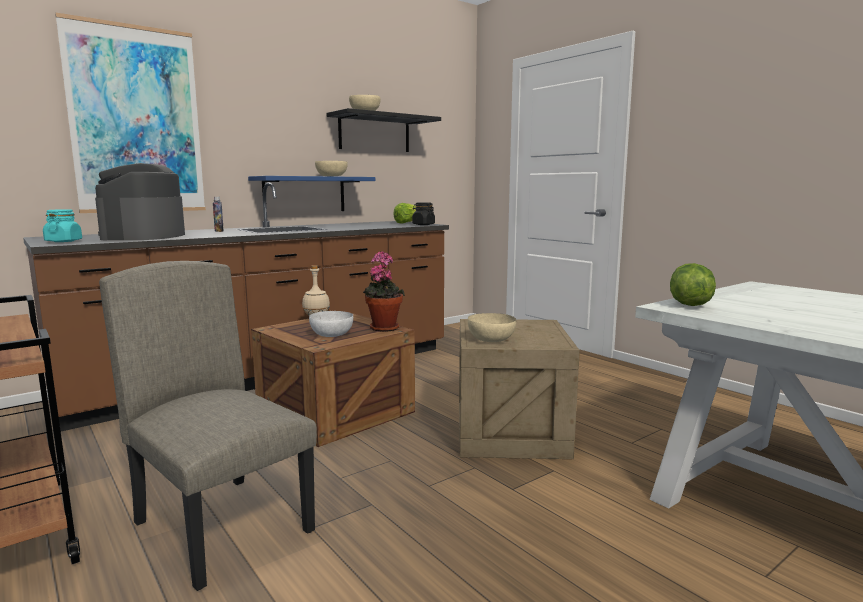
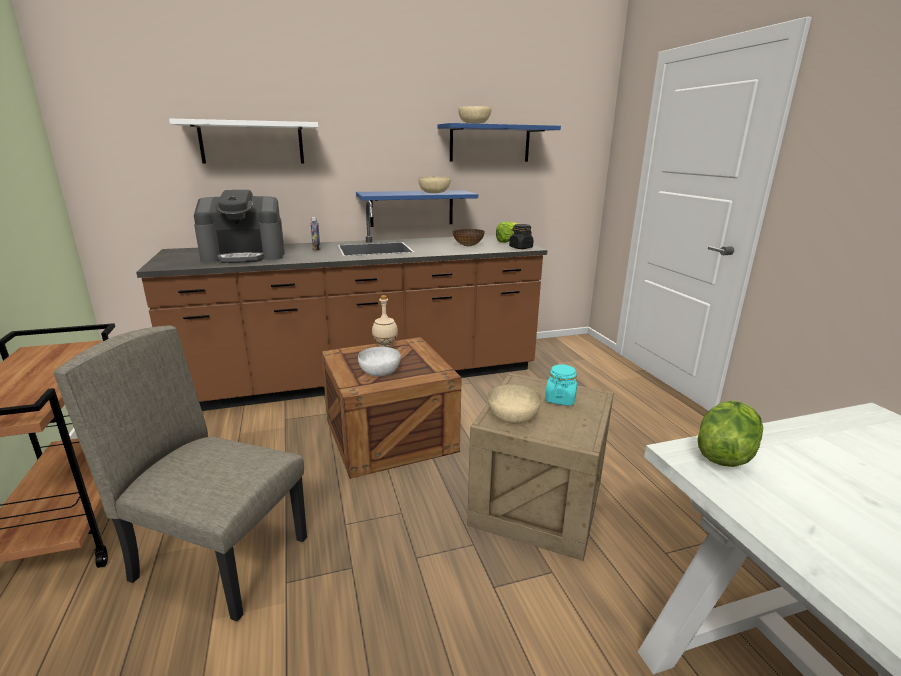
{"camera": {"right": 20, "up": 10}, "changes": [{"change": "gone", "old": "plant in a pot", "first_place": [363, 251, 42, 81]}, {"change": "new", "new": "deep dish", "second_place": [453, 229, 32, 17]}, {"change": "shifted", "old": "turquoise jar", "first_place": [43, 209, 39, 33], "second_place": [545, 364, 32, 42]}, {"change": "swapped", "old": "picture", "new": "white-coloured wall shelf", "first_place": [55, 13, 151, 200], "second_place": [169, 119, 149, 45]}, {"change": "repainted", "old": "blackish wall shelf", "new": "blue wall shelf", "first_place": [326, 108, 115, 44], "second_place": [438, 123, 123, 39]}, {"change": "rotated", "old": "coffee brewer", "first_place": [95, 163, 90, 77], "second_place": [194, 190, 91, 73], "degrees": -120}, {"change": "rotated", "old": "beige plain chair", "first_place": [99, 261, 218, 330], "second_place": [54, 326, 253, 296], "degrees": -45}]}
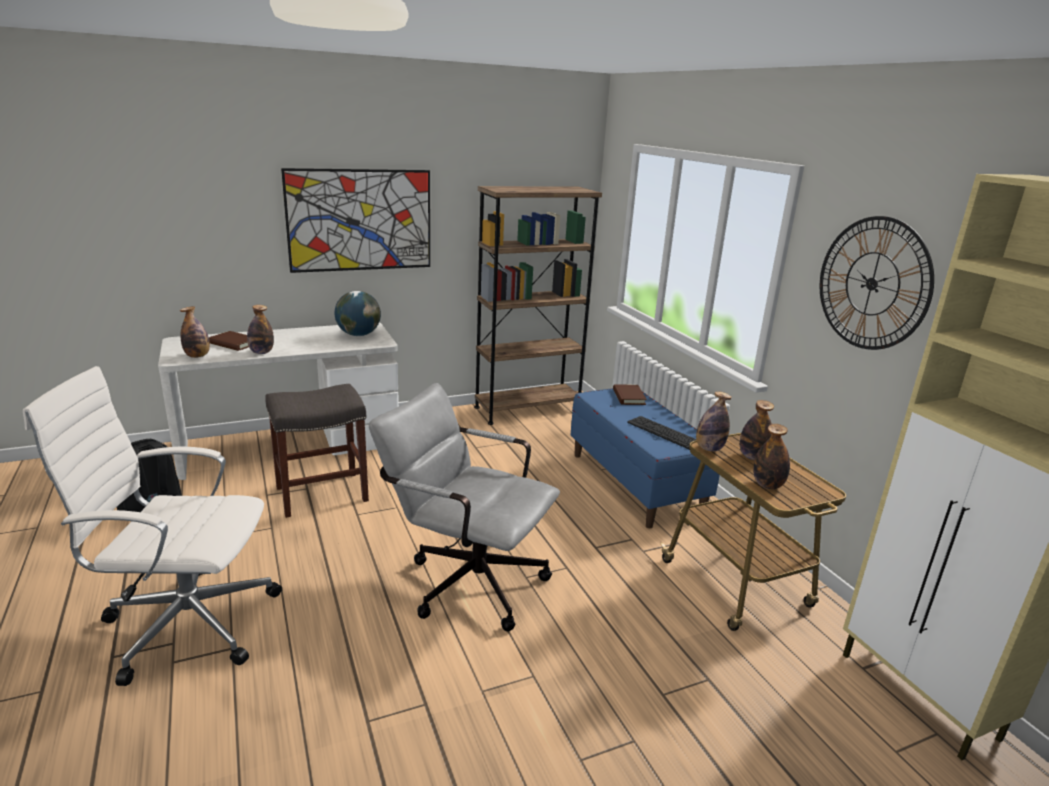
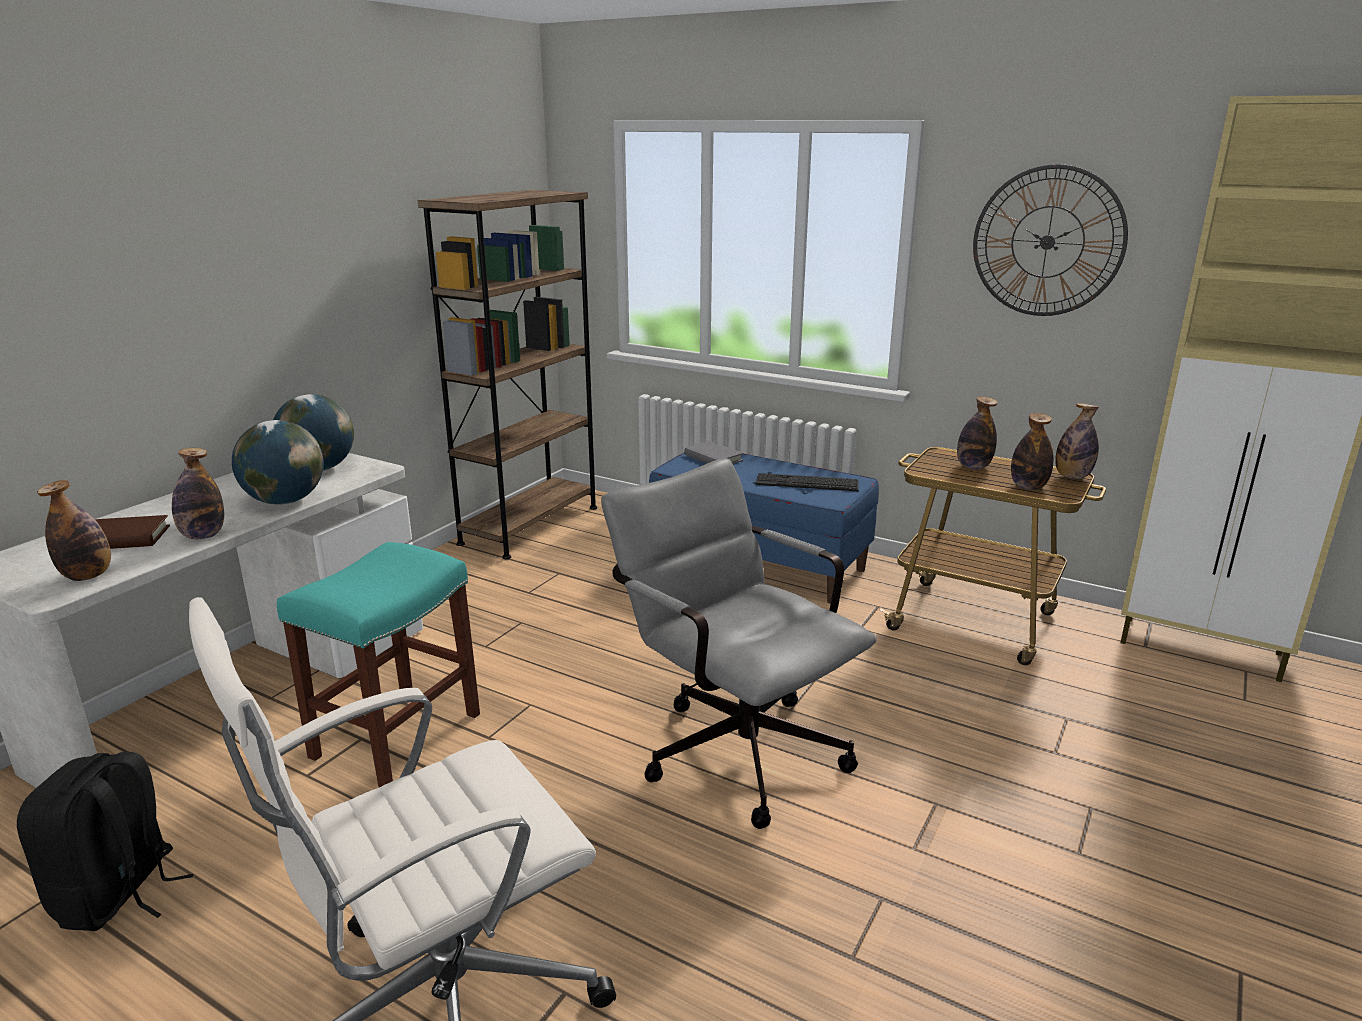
{"camera": {"right": -35, "up": 0}, "changes": [{"change": "gone", "old": "picture", "first_place": [281, 168, 149, 105]}, {"change": "new", "new": "desk globe", "second_place": [232, 420, 92, 85]}, {"change": "shifted", "old": "drink bottle", "first_place": [696, 391, 36, 60], "second_place": [1055, 403, 44, 76]}, {"change": "repainted", "old": "greyish sitting stool", "new": "turquoise sitting stool", "first_place": [265, 384, 104, 134], "second_place": [277, 542, 203, 245]}, {"change": "repainted", "old": "brownish bound book", "new": "greyish bound book", "first_place": [613, 384, 34, 21], "second_place": [684, 441, 59, 23]}, {"change": "rotated", "old": "greyish desk chair", "first_place": [369, 383, 191, 248], "second_place": [601, 458, 276, 371], "degrees": 60}]}
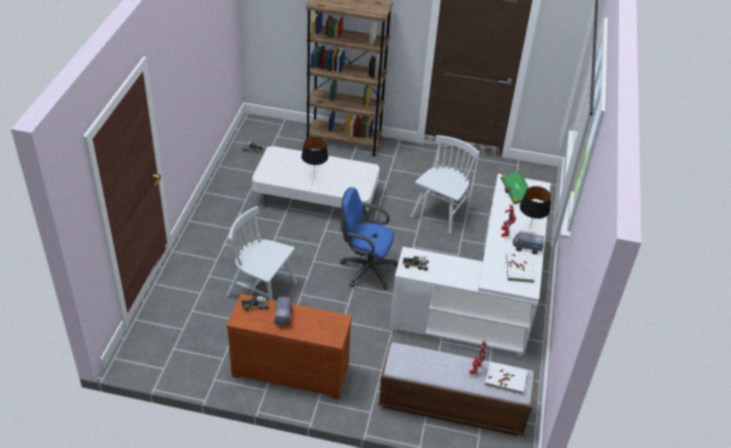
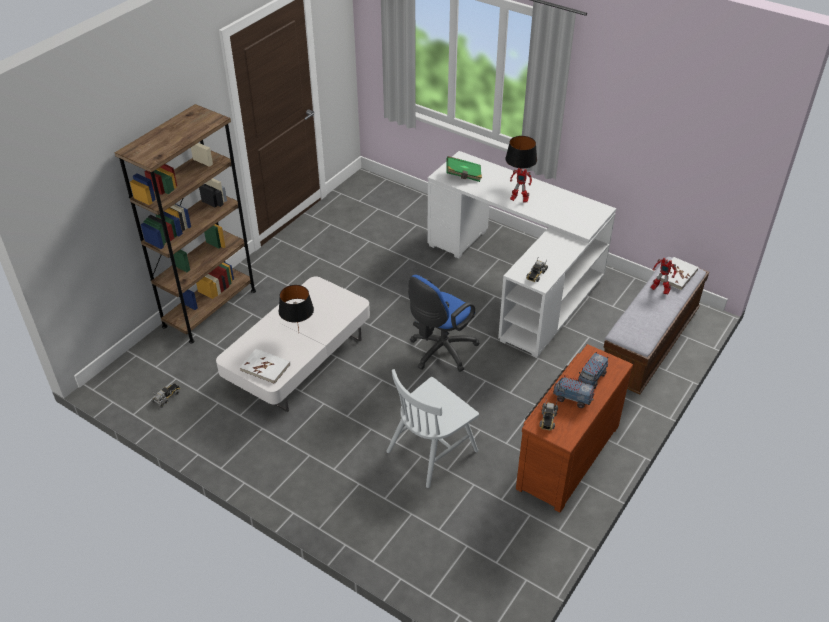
{"camera": {"right": -65, "up": 0}, "changes": [{"change": "gone", "old": "white-coloured plain chair", "first_place": [411, 135, 69, 99]}, {"change": "shifted", "old": "white-coloured bound book", "first_place": [506, 252, 29, 31], "second_place": [240, 349, 51, 35]}, {"change": "shifted", "old": "toy truck", "first_place": [513, 230, 31, 24], "second_place": [578, 352, 30, 37]}]}
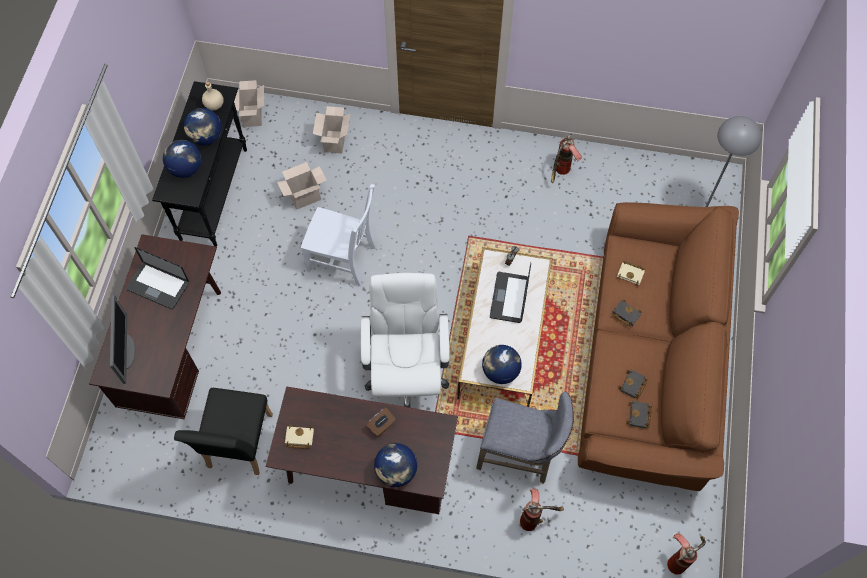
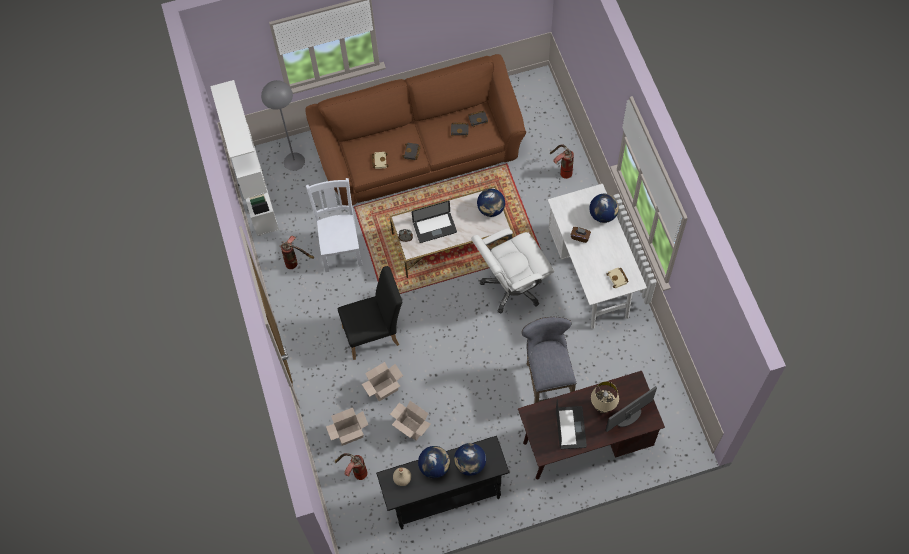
{"camera": {"right": -115, "up": 0}, "changes": [{"change": "new", "new": "white-coloured bookcase", "second_place": [210, 80, 69, 156]}, {"change": "new", "new": "beige lamp for a table", "second_place": [591, 381, 28, 32]}, {"change": "shifted", "old": "blackish plain chair", "first_place": [174, 388, 99, 87], "second_place": [338, 266, 64, 94]}, {"change": "shifted", "old": "cardboard box", "first_place": [234, 80, 30, 47], "second_place": [362, 362, 41, 39]}, {"change": "shifted", "old": "white-coloured plain chair", "first_place": [301, 184, 75, 103], "second_place": [306, 178, 57, 94]}, {"change": "shifted", "old": "greyish sitting stool", "first_place": [476, 391, 98, 93], "second_place": [522, 317, 54, 86]}, {"change": "shifted", "old": "fire extinguisher", "first_place": [667, 533, 39, 42], "second_place": [335, 453, 32, 27]}, {"change": "repainted", "old": "brownish desk", "new": "white-coloured desk", "first_place": [266, 386, 192, 128], "second_place": [548, 184, 99, 145]}]}
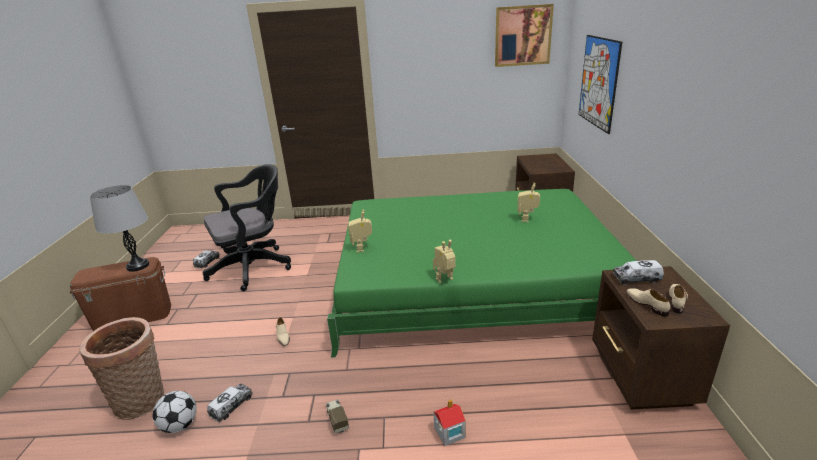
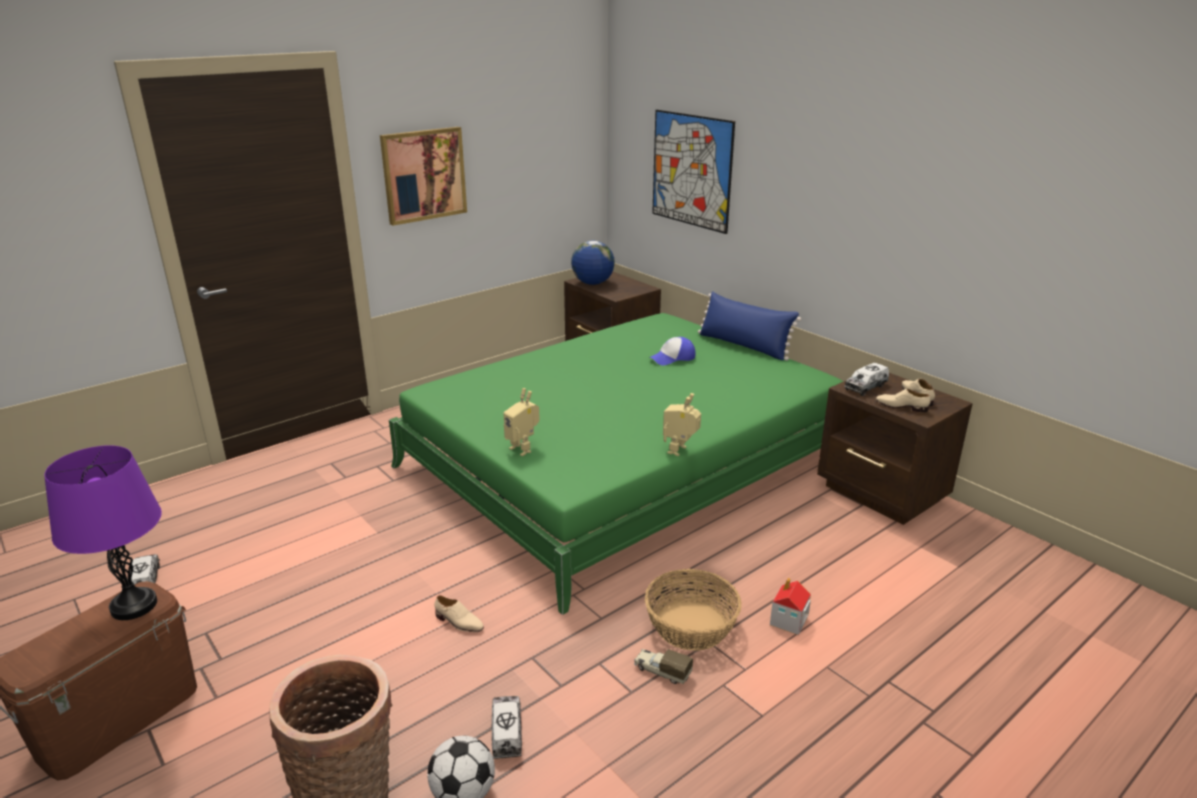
{"camera": {"right": -40, "up": 0}, "changes": [{"change": "gone", "old": "blackish desk chair", "first_place": [203, 164, 88, 127]}, {"change": "new", "new": "desk globe", "second_place": [571, 241, 44, 44]}, {"change": "new", "new": "basket", "second_place": [645, 569, 97, 82]}, {"change": "new", "new": "blue throw pillow", "second_place": [698, 291, 103, 70]}, {"change": "shifted", "old": "picture", "first_place": [495, 4, 59, 63], "second_place": [380, 127, 87, 99]}, {"change": "swapped", "old": "toy robot", "new": "baseball cap", "first_place": [517, 183, 23, 39], "second_place": [649, 337, 47, 28]}, {"change": "repainted", "old": "greyish lamp for a table", "new": "purple lamp for a table", "first_place": [90, 185, 59, 87], "second_place": [44, 445, 118, 175]}]}
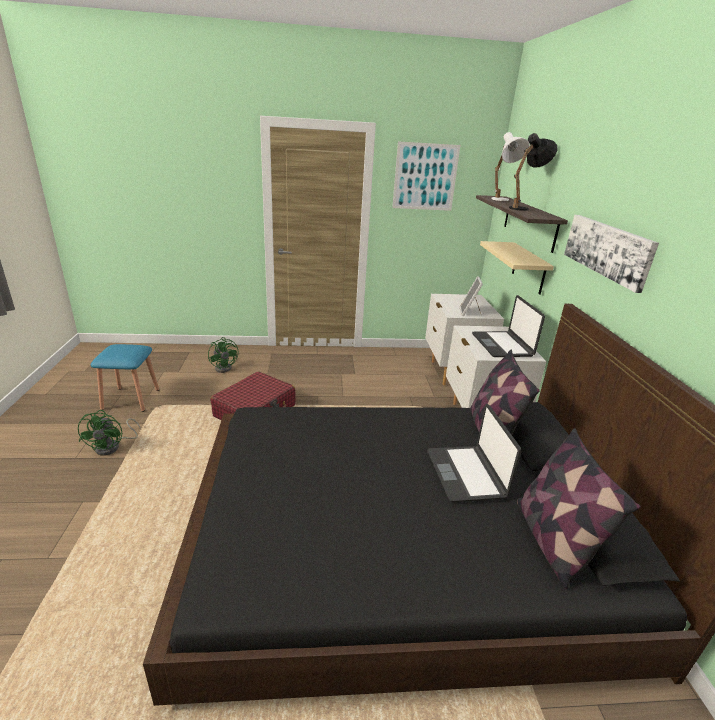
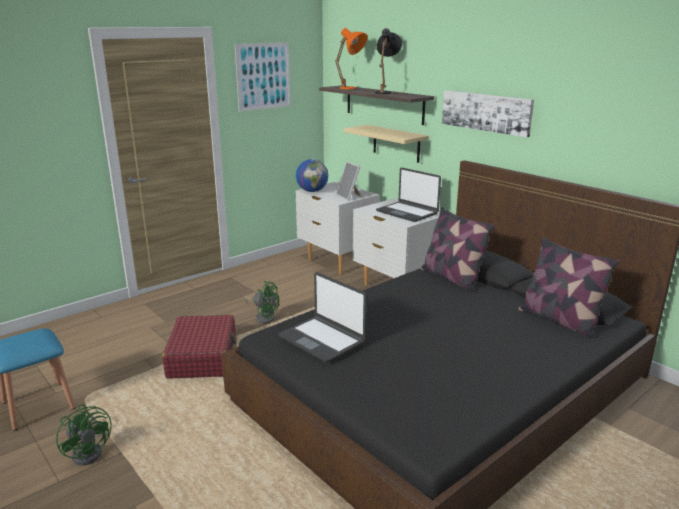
{"camera": {"right": -35, "up": -5}, "changes": [{"change": "new", "new": "desk globe", "second_place": [296, 159, 32, 33]}, {"change": "shifted", "old": "green-coloured fan", "first_place": [208, 337, 31, 36], "second_place": [245, 281, 34, 43]}, {"change": "shifted", "old": "portable computer", "first_place": [427, 404, 94, 98], "second_place": [278, 272, 89, 90]}, {"change": "repainted", "old": "white-coloured lamp for a table", "new": "orangey lamp for a table", "first_place": [491, 132, 39, 69], "second_place": [335, 28, 32, 61]}]}
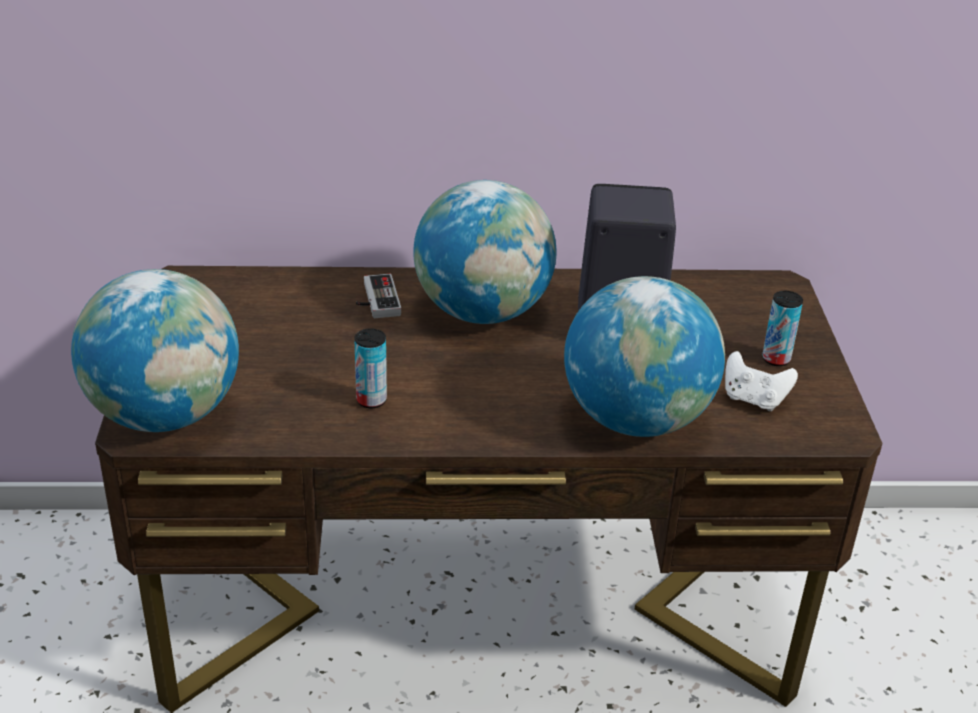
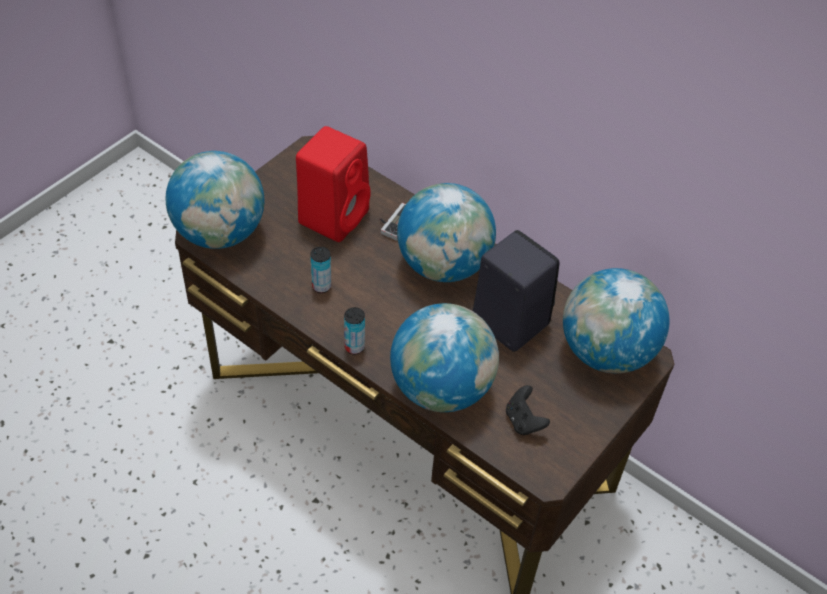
{"camera": {"right": 40, "up": 15}, "changes": [{"change": "new", "new": "reddish speaker", "second_place": [296, 126, 75, 116]}, {"change": "new", "new": "desk globe", "second_place": [563, 268, 106, 105]}, {"change": "shifted", "old": "sealed can", "first_place": [762, 291, 41, 75], "second_place": [344, 307, 21, 47]}, {"change": "repainted", "old": "white-coloured joypad", "new": "blackish joypad", "first_place": [725, 351, 73, 60], "second_place": [506, 385, 44, 50]}]}
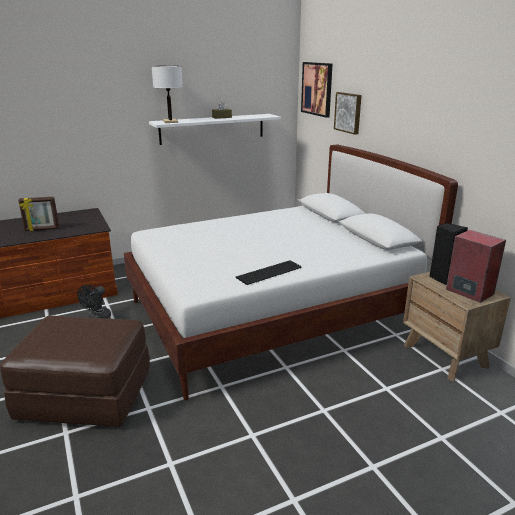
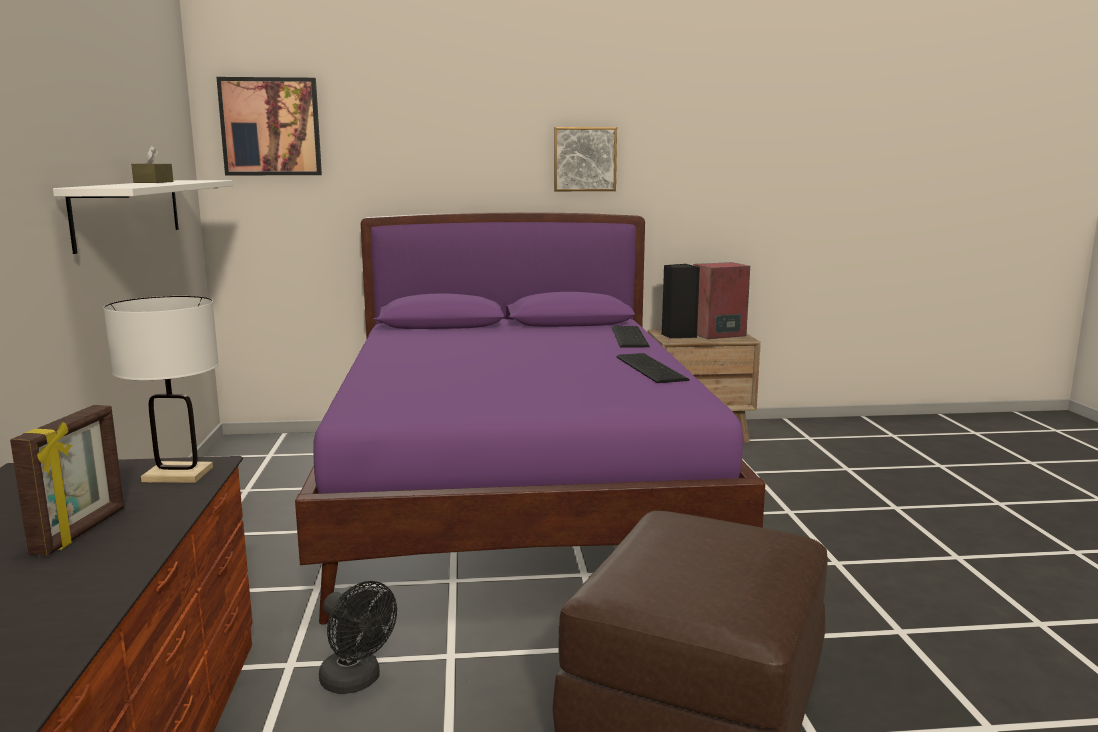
{"camera": {"right": -70, "up": -10}, "changes": [{"change": "new", "new": "keyboard", "second_place": [612, 326, 38, 21]}, {"change": "shifted", "old": "white-coloured lamp for a table", "first_place": [151, 66, 32, 57], "second_place": [103, 296, 116, 187]}, {"change": "shifted", "old": "picture", "first_place": [334, 92, 28, 43], "second_place": [554, 127, 63, 64]}, {"change": "repainted", "old": "white-coloured bedroom bed", "new": "purple bedroom bed", "first_place": [124, 144, 334, 256], "second_place": [295, 212, 470, 413]}]}
